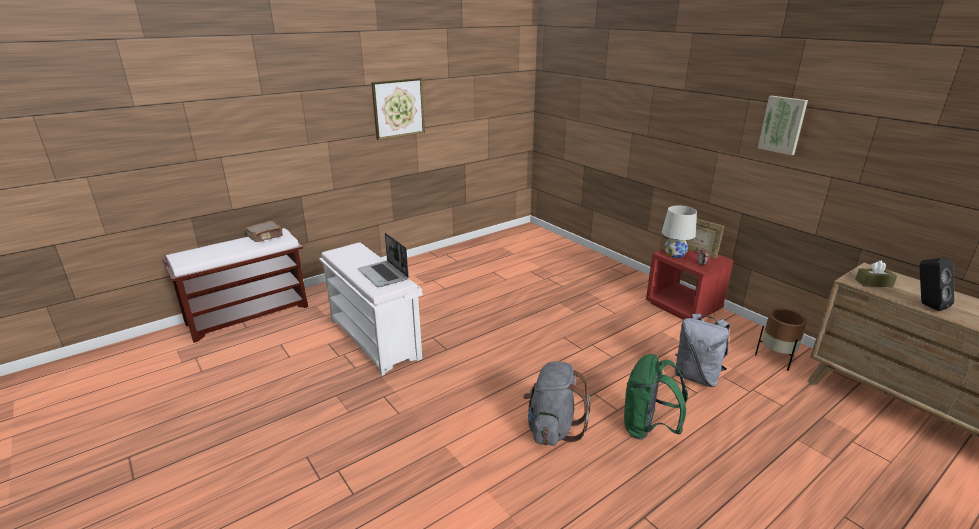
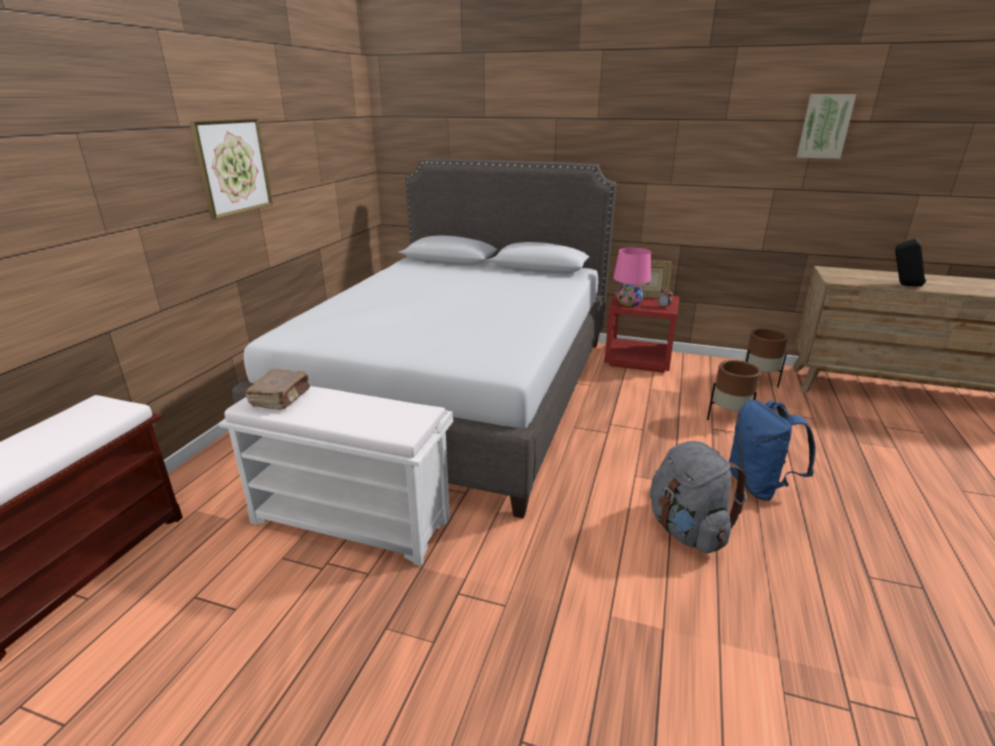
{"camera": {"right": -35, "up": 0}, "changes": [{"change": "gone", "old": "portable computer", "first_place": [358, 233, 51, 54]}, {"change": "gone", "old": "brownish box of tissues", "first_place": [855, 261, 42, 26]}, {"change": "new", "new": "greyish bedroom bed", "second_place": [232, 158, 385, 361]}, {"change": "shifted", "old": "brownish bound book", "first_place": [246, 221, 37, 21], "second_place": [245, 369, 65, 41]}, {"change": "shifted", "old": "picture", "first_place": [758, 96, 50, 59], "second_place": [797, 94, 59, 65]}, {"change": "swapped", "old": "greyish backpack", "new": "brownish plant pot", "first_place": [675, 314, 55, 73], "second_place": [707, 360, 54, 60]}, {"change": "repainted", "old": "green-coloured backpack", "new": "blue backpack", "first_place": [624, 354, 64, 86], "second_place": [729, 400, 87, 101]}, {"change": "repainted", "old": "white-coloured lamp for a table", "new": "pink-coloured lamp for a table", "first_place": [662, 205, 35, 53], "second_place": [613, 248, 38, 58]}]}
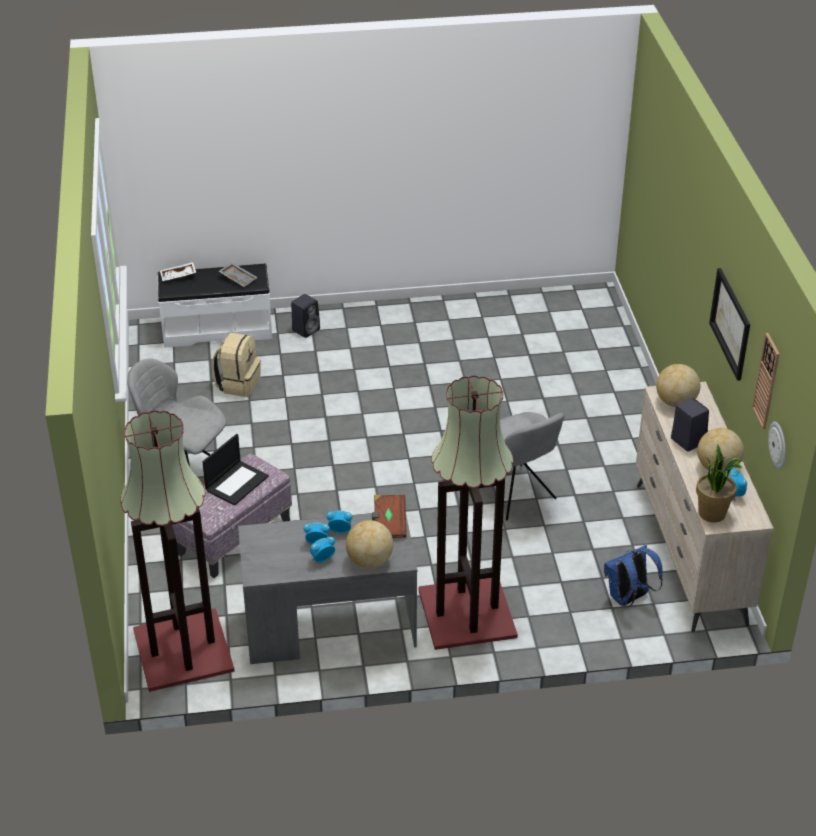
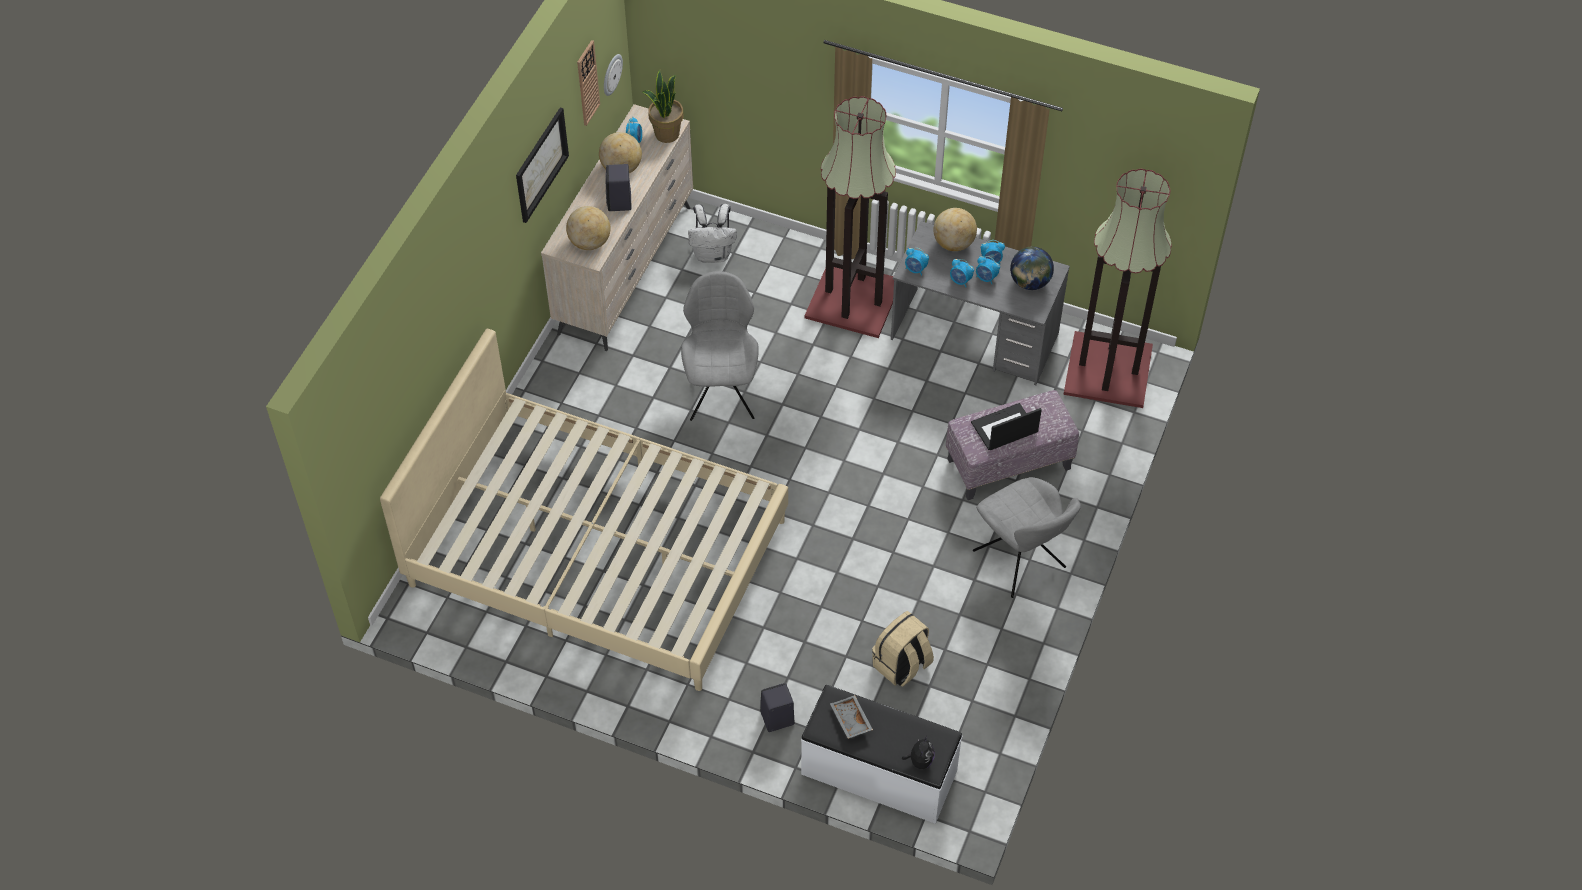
{"camera": {"right": -150, "up": 15}, "changes": [{"change": "new", "new": "beige bedroom bed", "second_place": [380, 329, 408, 362]}, {"change": "new", "new": "desk globe", "second_place": [1010, 247, 44, 43]}, {"change": "swapped", "old": "white-coloured serving tray", "new": "soft toy", "first_place": [160, 262, 36, 19], "second_place": [902, 736, 33, 33]}, {"change": "swapped", "old": "brownish bound book", "new": "table clock", "first_place": [372, 495, 35, 43], "second_place": [905, 248, 24, 27]}, {"change": "repainted", "old": "blue backpack", "new": "white-coloured backpack", "first_place": [604, 545, 59, 61], "second_place": [688, 204, 49, 59]}]}
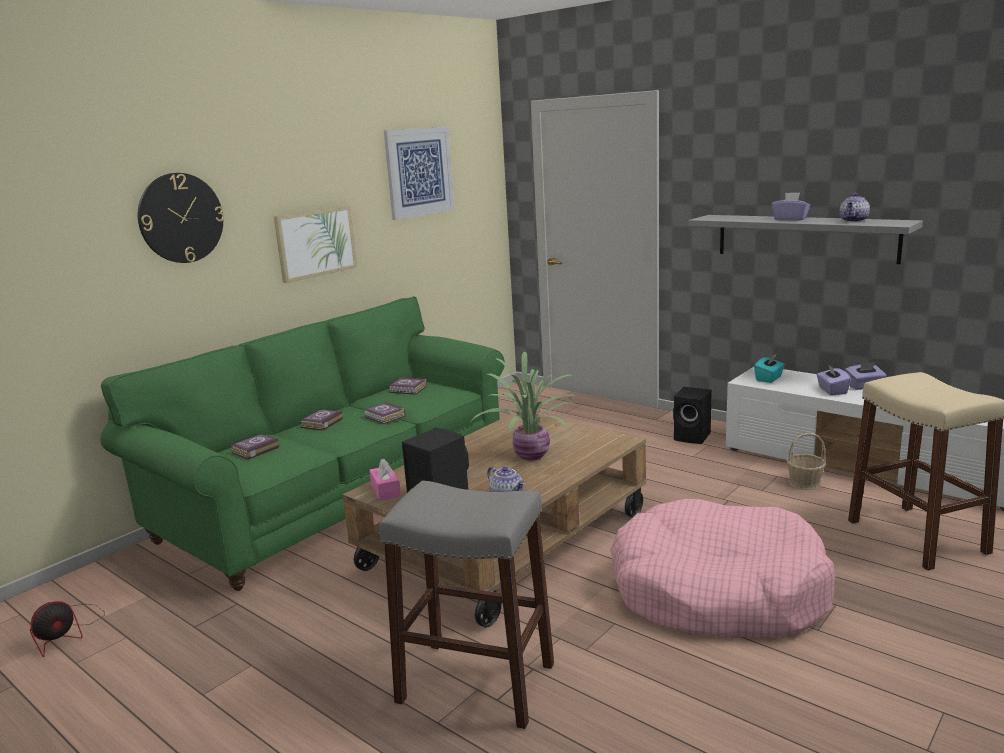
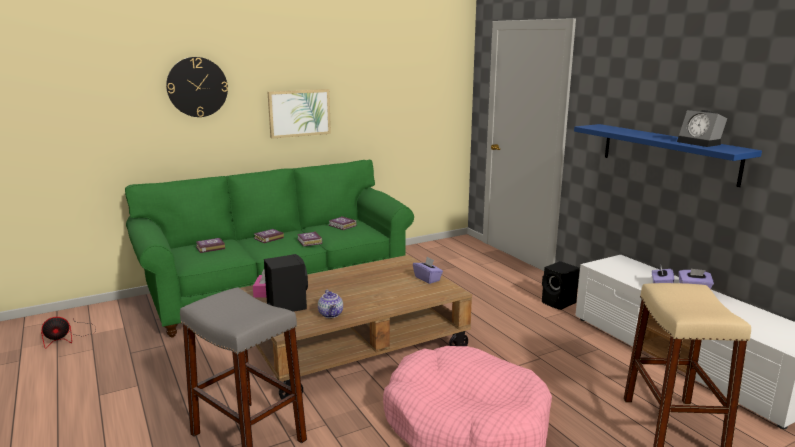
{"camera": {"right": 20, "up": 0}, "changes": [{"change": "gone", "old": "picture", "first_place": [384, 126, 71, 94]}, {"change": "gone", "old": "plant in a pot", "first_place": [471, 352, 104, 109]}, {"change": "gone", "old": "turquoise box of tissues", "first_place": [754, 354, 31, 29]}, {"change": "gone", "old": "basket", "first_place": [786, 433, 40, 57]}, {"change": "shifted", "old": "purple box of tissues", "first_place": [771, 192, 39, 29], "second_place": [413, 257, 30, 27]}, {"change": "swapped", "old": "teapot", "new": "table clock", "first_place": [839, 193, 31, 29], "second_place": [677, 110, 50, 37]}, {"change": "repainted", "old": "greyish wall shelf", "new": "blue wall shelf", "first_place": [688, 215, 235, 49], "second_place": [574, 124, 188, 63]}]}
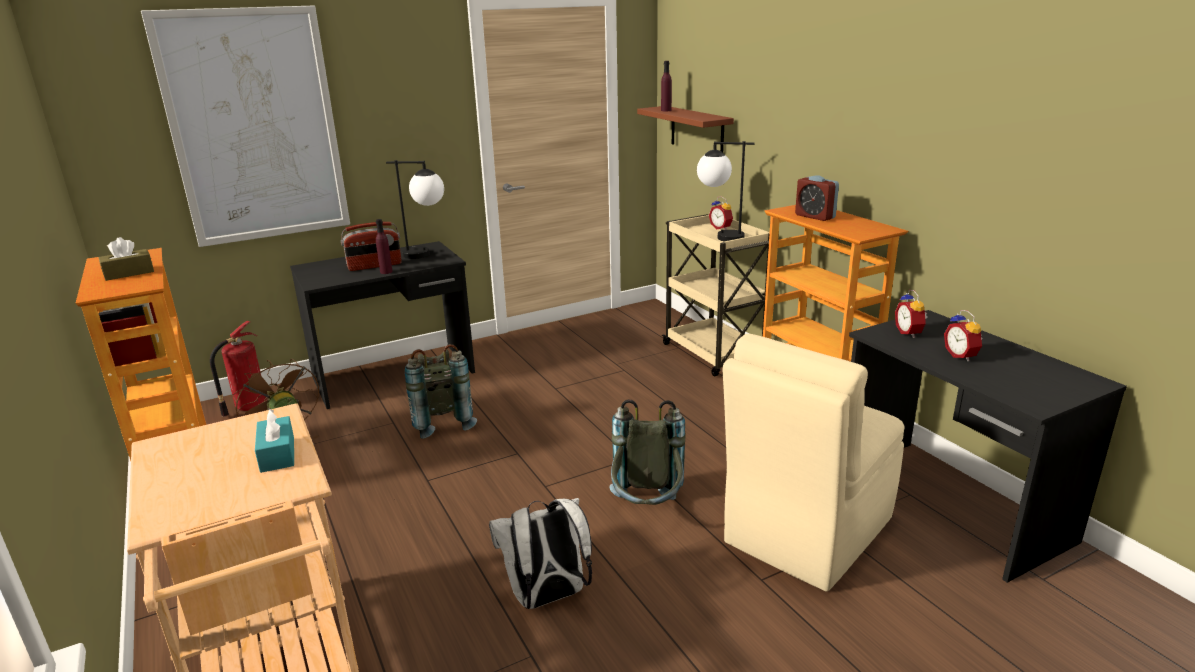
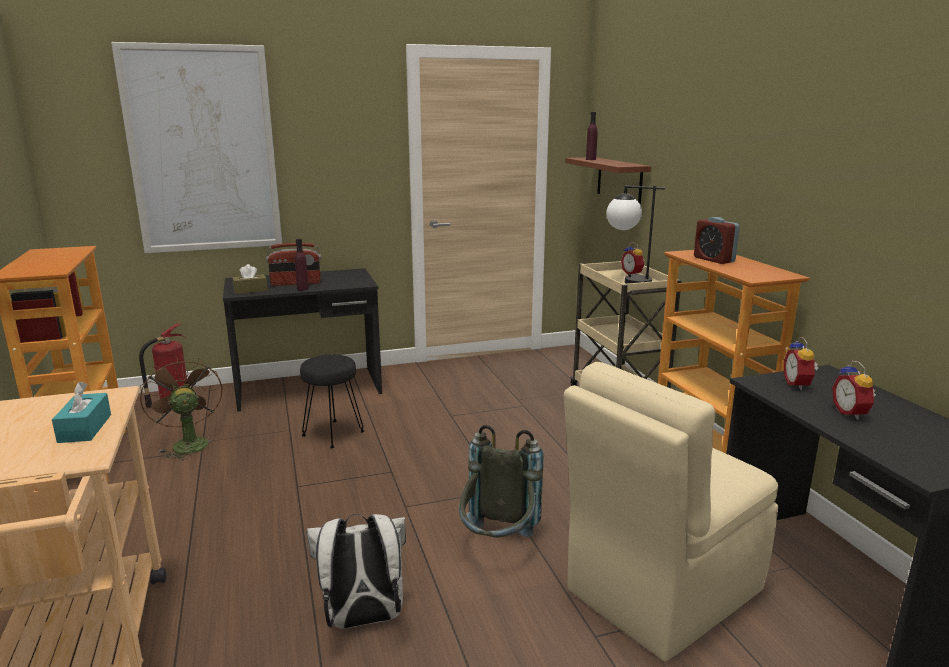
{"camera": {"right": 10, "up": -5}, "changes": [{"change": "gone", "old": "lamp for a table", "first_place": [386, 160, 58, 99]}, {"change": "shifted", "old": "brownish box of tissues", "first_place": [99, 237, 55, 44], "second_place": [232, 264, 36, 30]}, {"change": "swapped", "old": "greyish backpack", "new": "blackish sitting stool", "first_place": [405, 344, 72, 95], "second_place": [300, 354, 64, 94]}]}
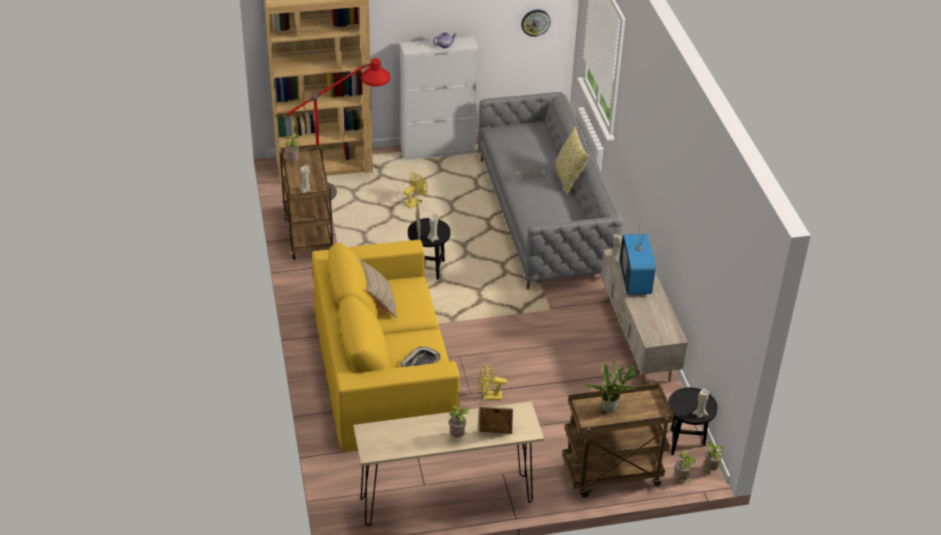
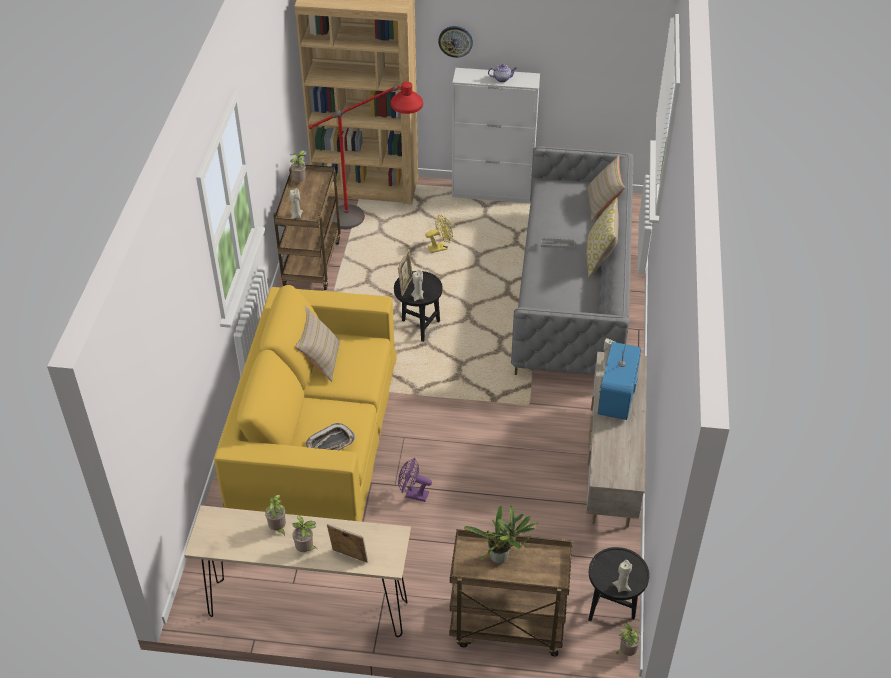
{"camera": {"right": 20, "up": 5}, "changes": [{"change": "new", "new": "beige throw pillow", "second_place": [587, 155, 38, 66]}, {"change": "shifted", "old": "hanging clock", "first_place": [521, 9, 30, 28], "second_place": [438, 26, 35, 32]}, {"change": "shifted", "old": "plant in a pot", "first_place": [675, 450, 21, 32], "second_place": [265, 495, 21, 41]}, {"change": "repainted", "old": "yellow fan", "new": "purple fan", "first_place": [478, 363, 29, 38], "second_place": [398, 458, 34, 44]}]}
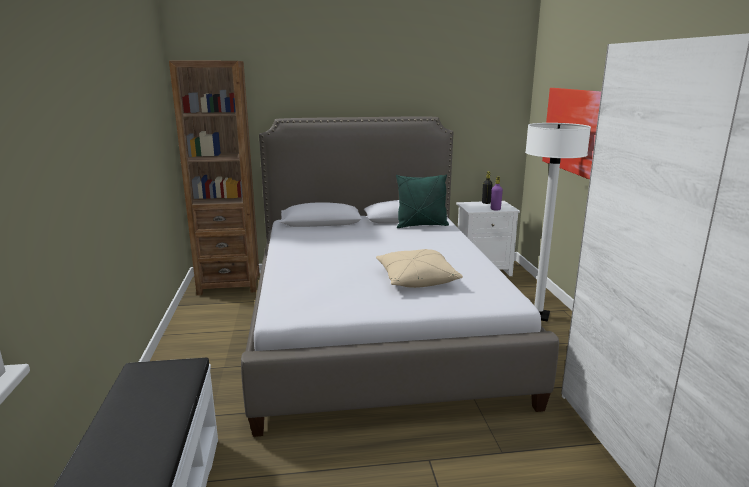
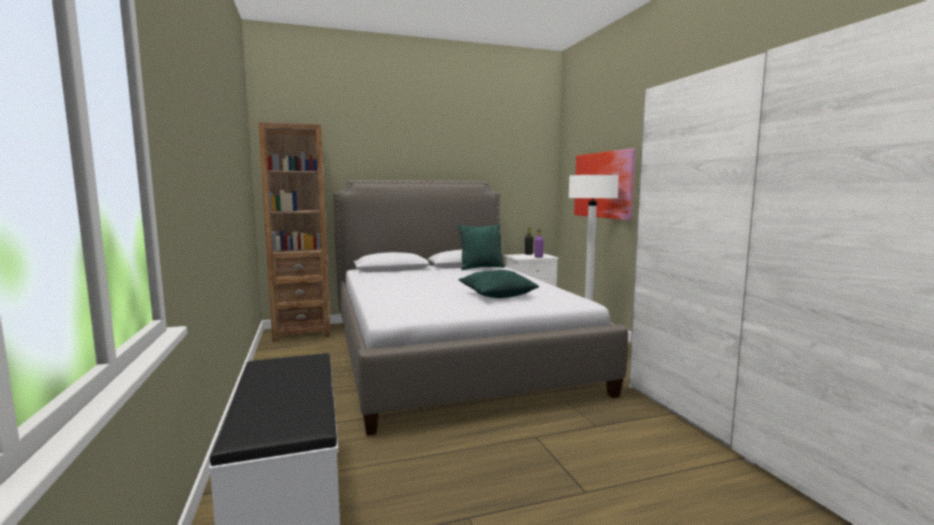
{"camera": {"right": -10, "up": -10}, "changes": [{"change": "repainted", "old": "beige throw pillow", "new": "green-coloured throw pillow", "first_place": [376, 249, 87, 39], "second_place": [459, 270, 80, 28]}]}
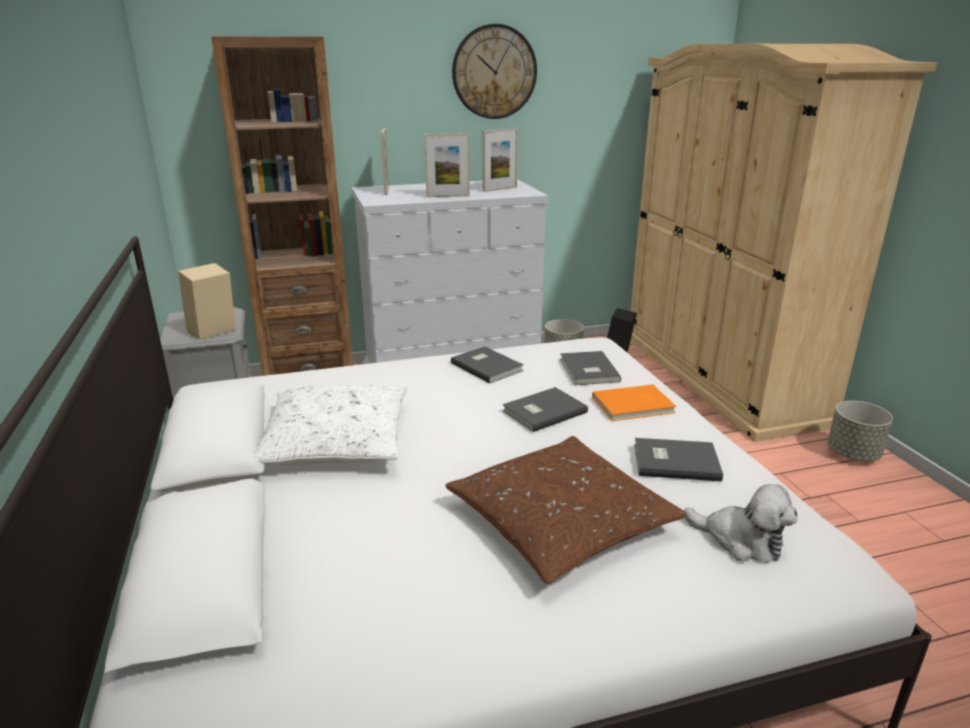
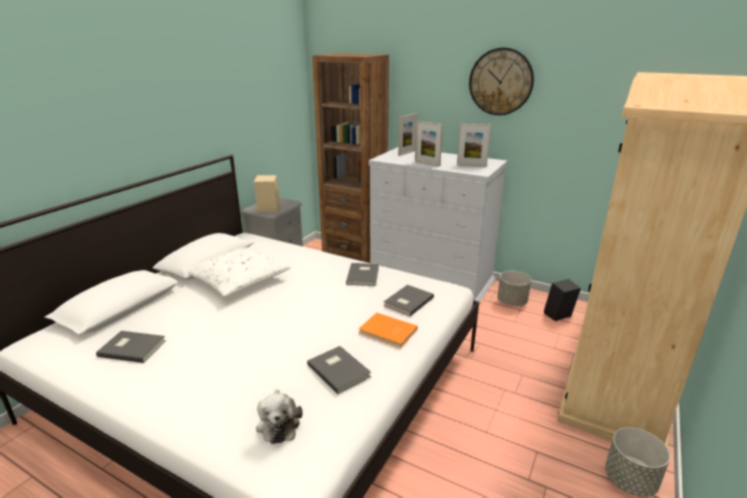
{"camera": {"right": 45, "up": 0}, "changes": [{"change": "gone", "old": "brownish throw pillow", "first_place": [445, 436, 242, 148]}, {"change": "shifted", "old": "greyish bound book", "first_place": [502, 387, 86, 45], "second_place": [96, 331, 70, 32]}]}
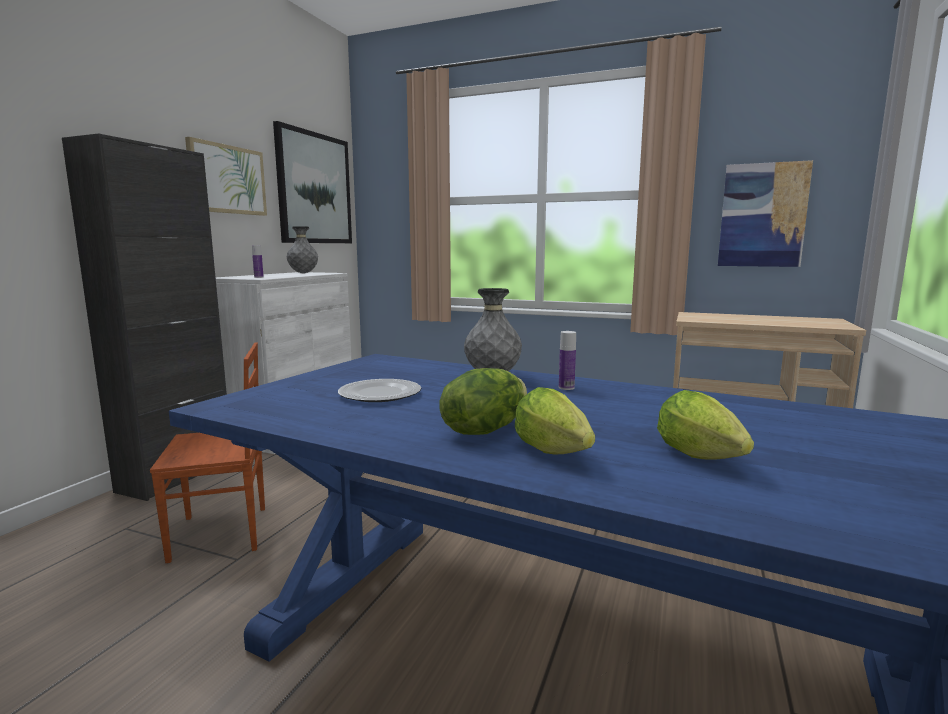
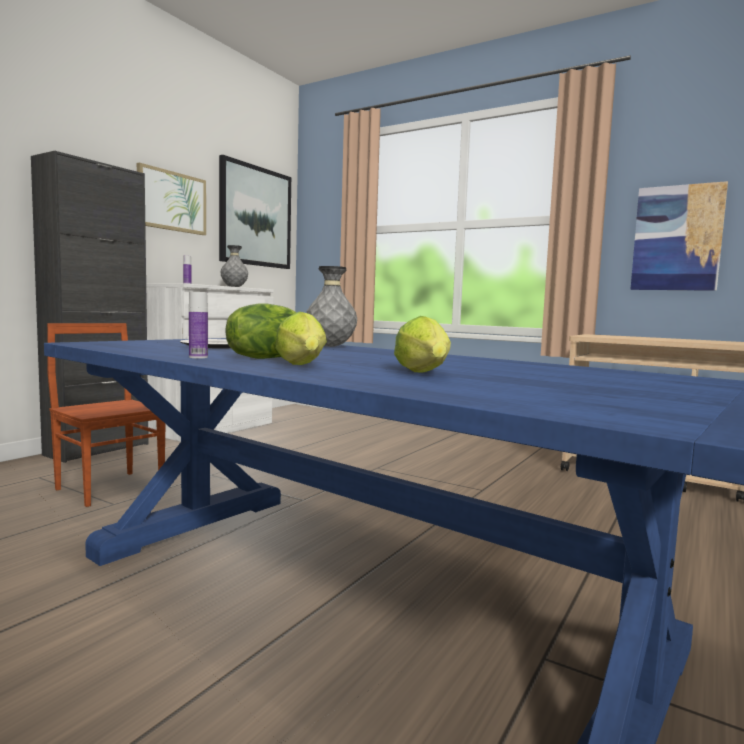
{"camera": {"right": 10, "up": -5}, "changes": [{"change": "shifted", "old": "drink bottle", "first_place": [559, 331, 17, 59], "second_place": [189, 292, 19, 66]}, {"change": "rotated", "old": "brownish plain chair", "first_place": [150, 342, 115, 221], "second_place": [47, 323, 118, 184], "degrees": -135}]}
